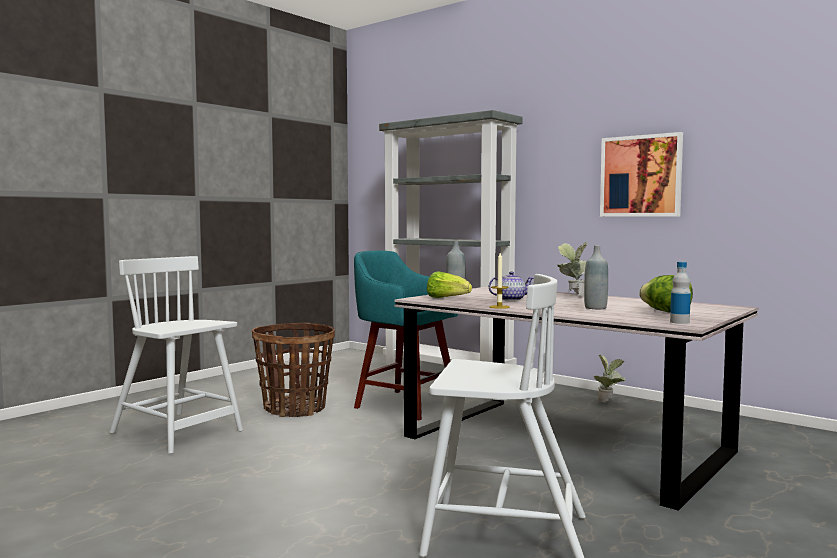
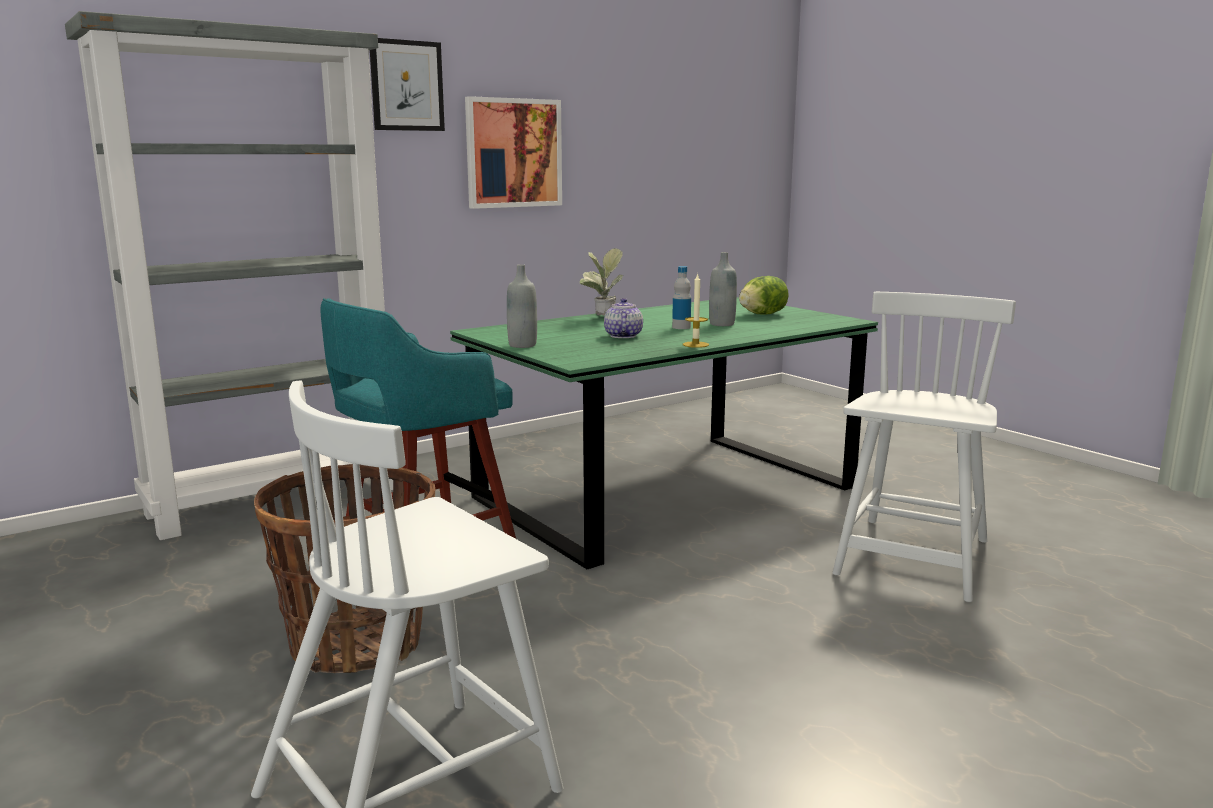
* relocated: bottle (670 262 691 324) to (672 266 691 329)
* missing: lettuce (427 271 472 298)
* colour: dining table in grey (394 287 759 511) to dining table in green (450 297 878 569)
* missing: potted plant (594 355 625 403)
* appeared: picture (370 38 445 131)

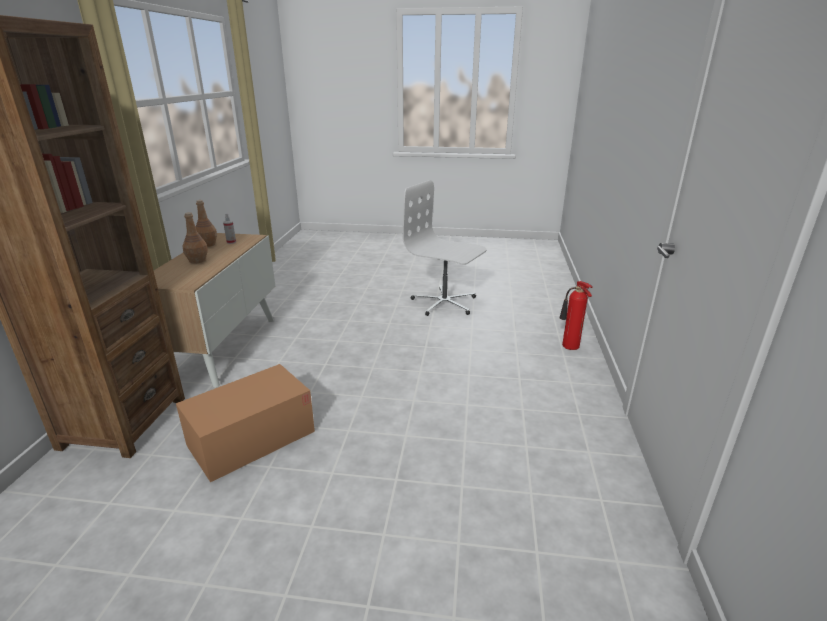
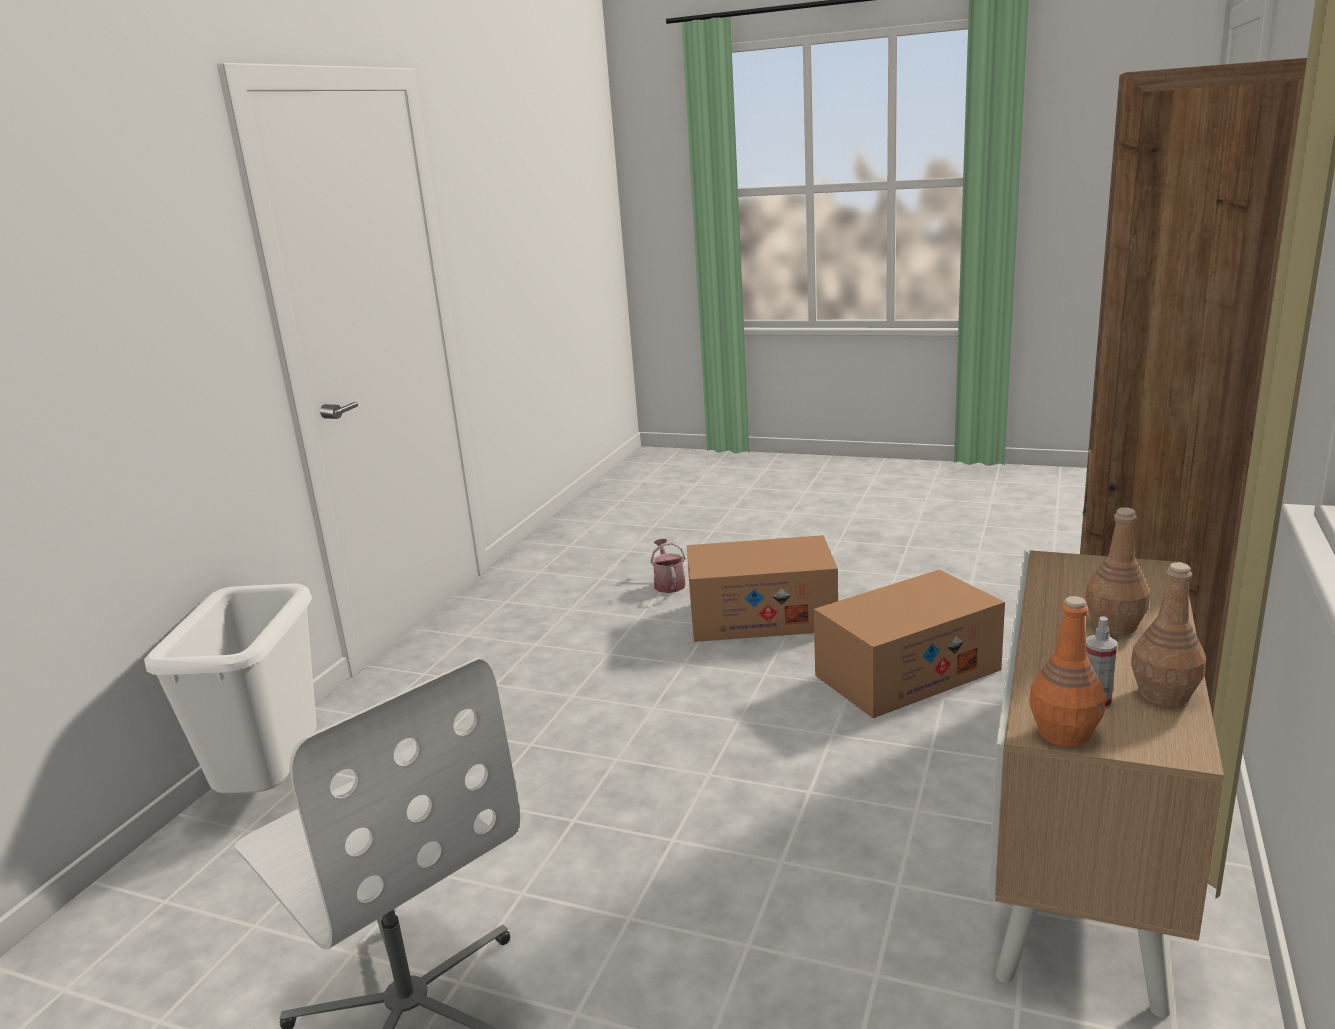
* exchanged: fire extinguisher (560 281 593 350) to trash can in white (144 584 317 794)
* appeared: cardboard box (687 535 838 642)
* appeared: watering can (651 539 686 593)
* appeared: bottle in orange (1030 596 1105 747)

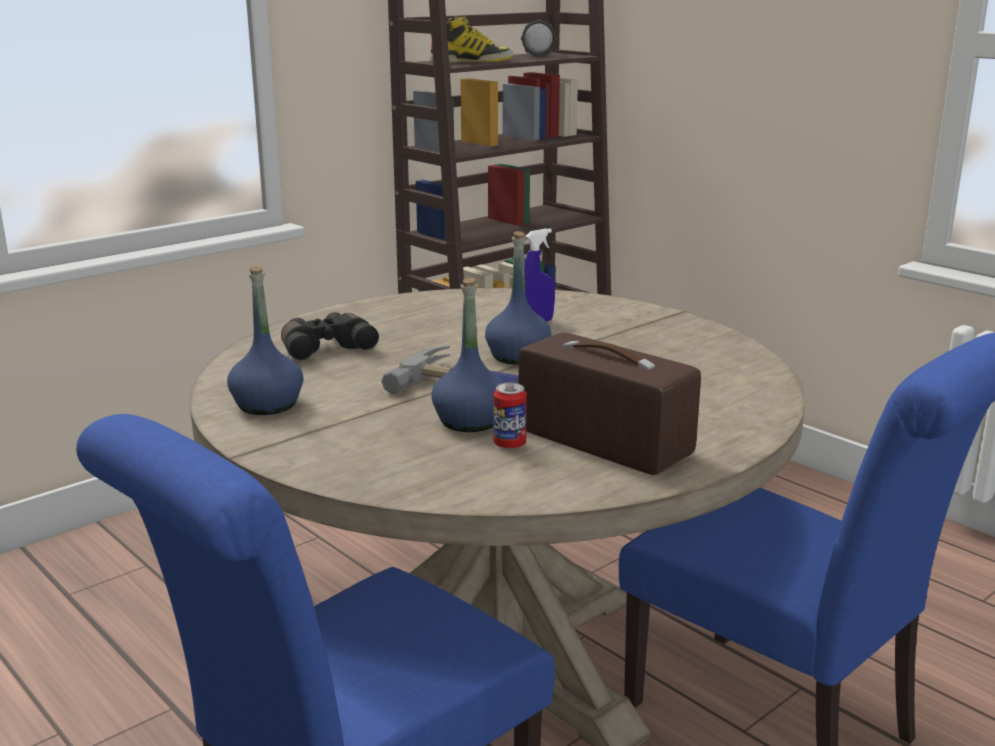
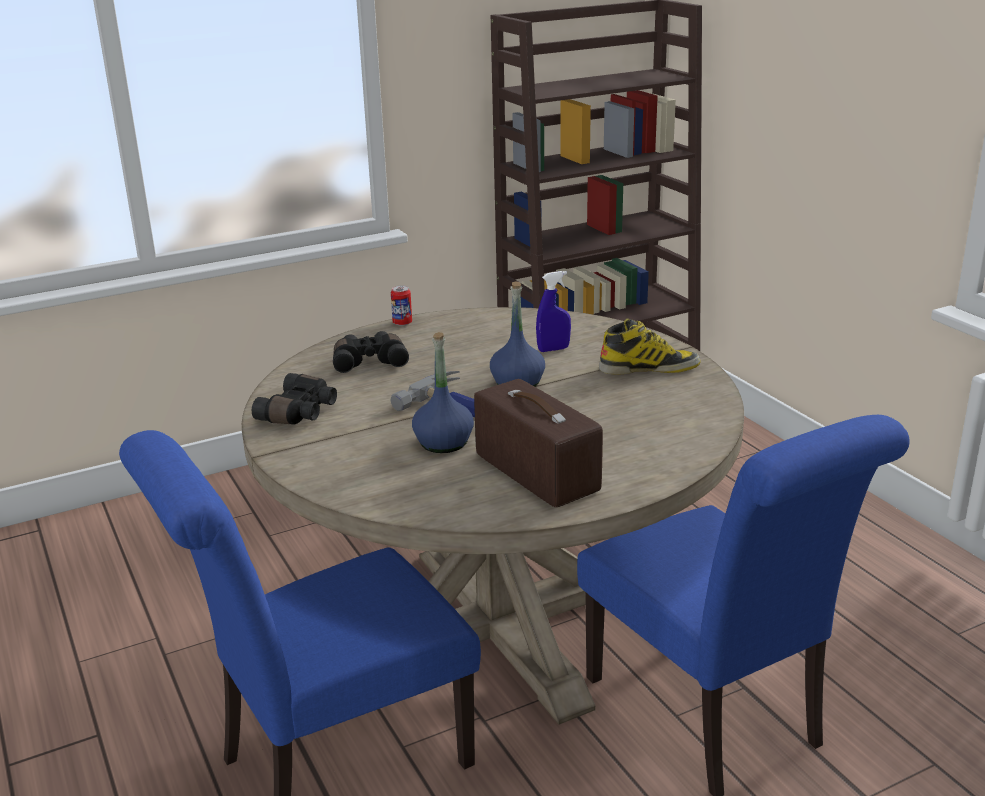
* relocated: boot (430 16 514 63) to (599 319 700 375)
* missing: flashlight (521 19 557 57)
* exchanged: bottle in blue (227 266 304 415) to binoculars in black (252 373 337 424)
* relocated: can (493 383 527 450) to (391 285 412 326)

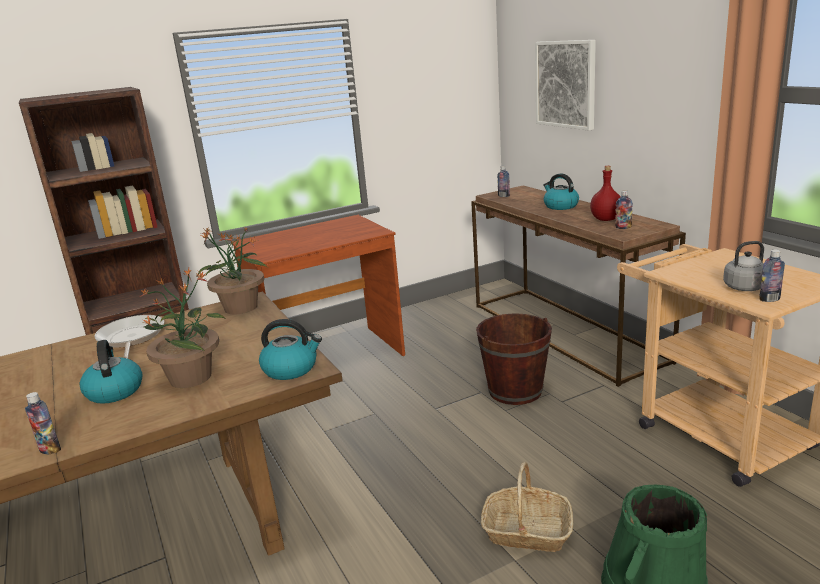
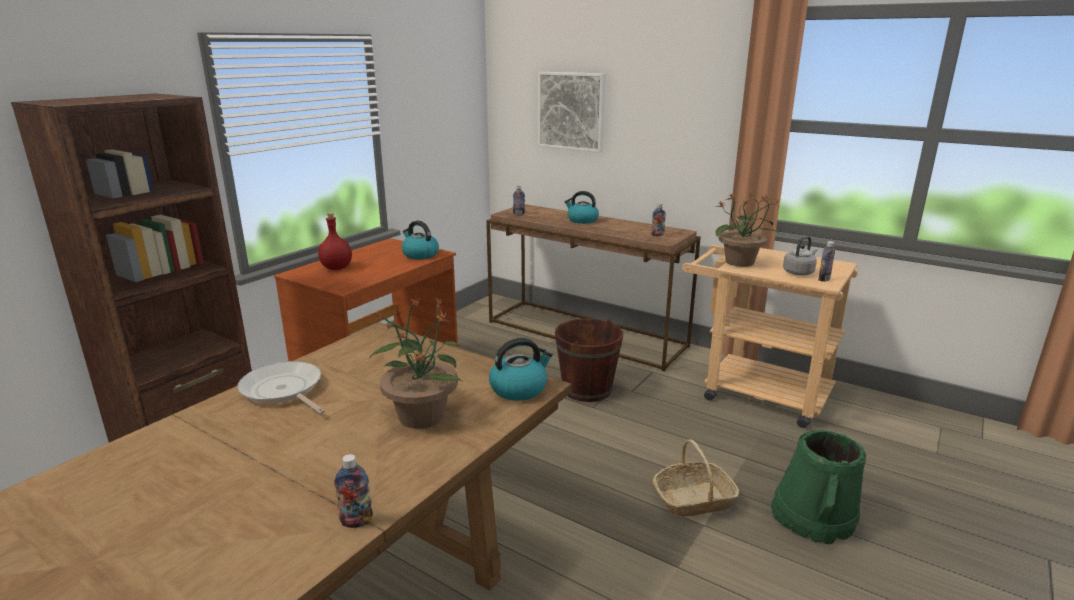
* relocated: bottle in red (590 166 620 221) to (318 213 352 270)
* relocated: potted plant (198 227 267 314) to (716 193 780 267)
* relocated: kettle (80 340 143 404) to (402 221 439 260)

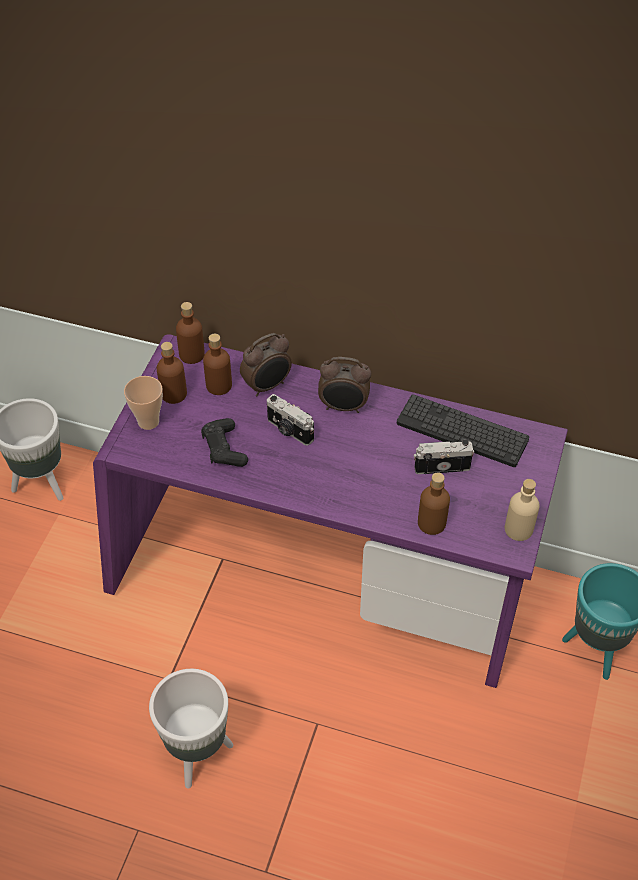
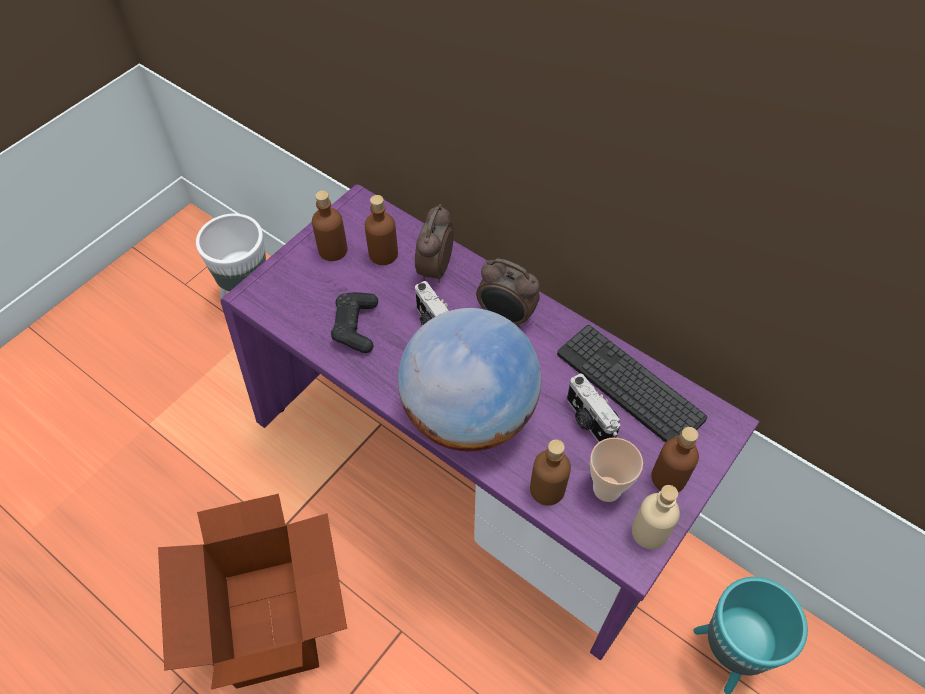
* relocated: bottle in brown (176 302 205 364) to (651 427 699 492)
* spun: alarm clock (240 333 292 396) = (415 204 454 282) 120 degrees clockwise
* relocated: cup (124 376 163 430) to (590 438 643 502)
* spun: photo camera (414 439 475 474) = (567 374 620 443) 135 degrees counterclockwise
* exchanged: planter in white (149 669 233 789) to cardboard box (158 494 347 690)
* appeared: globe (398 308 541 452)

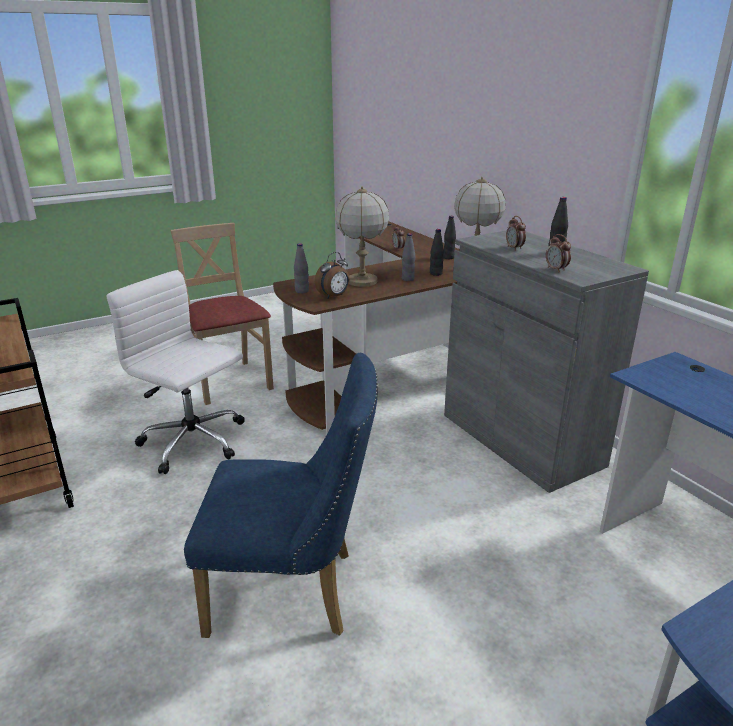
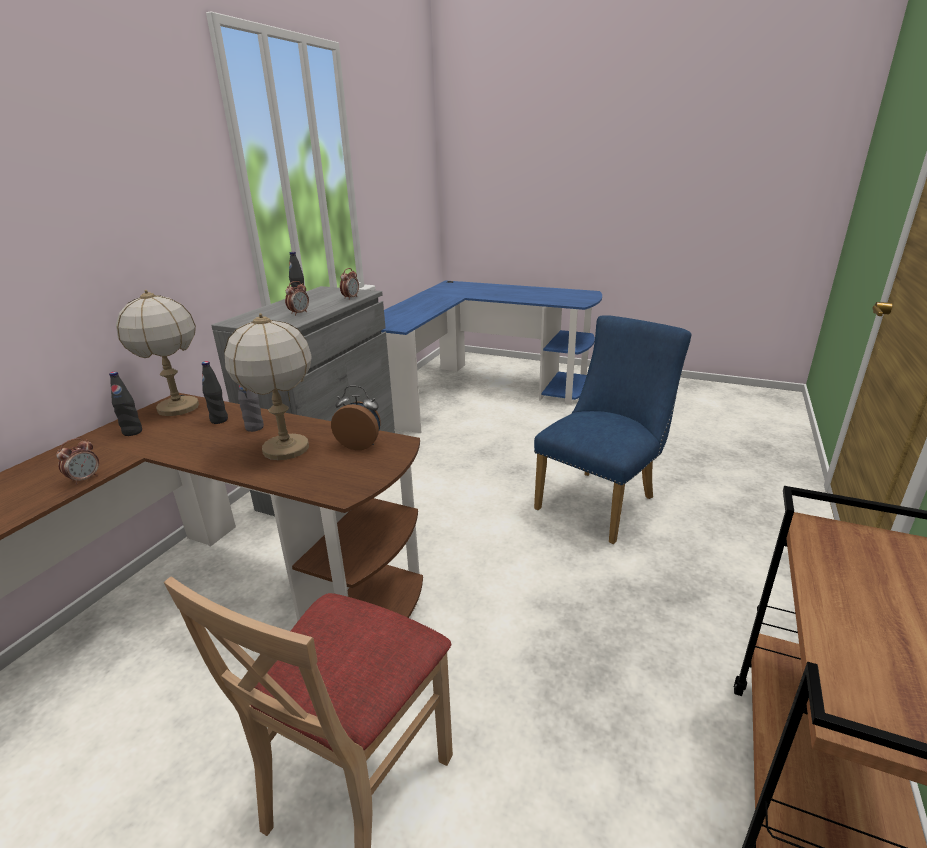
* missing: bottle in grey (294 243 309 293)
* missing: office chair in white (106 270 245 474)
* spun: chair in blue (184 353 378 638) = (534 315 692 544) 75 degrees clockwise

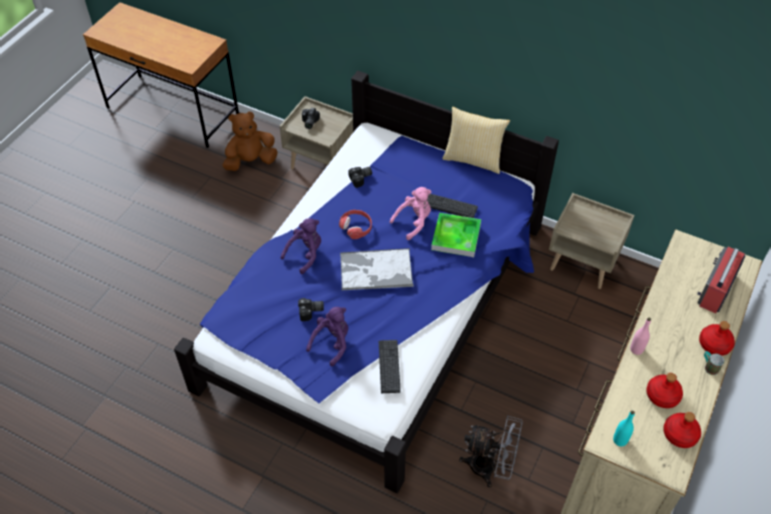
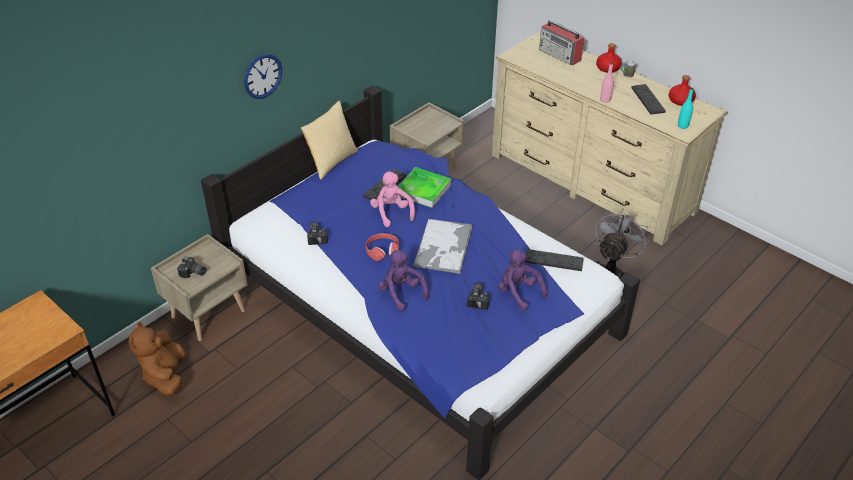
* exchanged: bottle in red (646 373 683 408) to keyboard (631 84 666 114)
* appeared: wall clock (244 54 282 99)

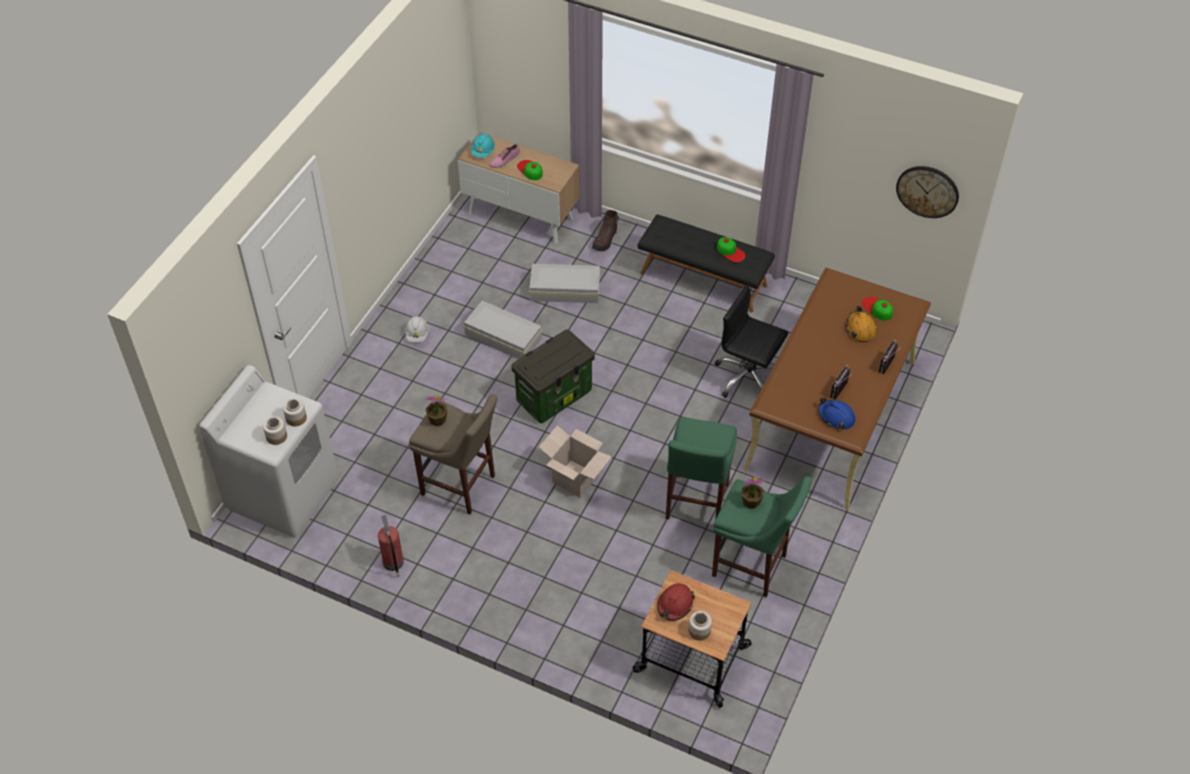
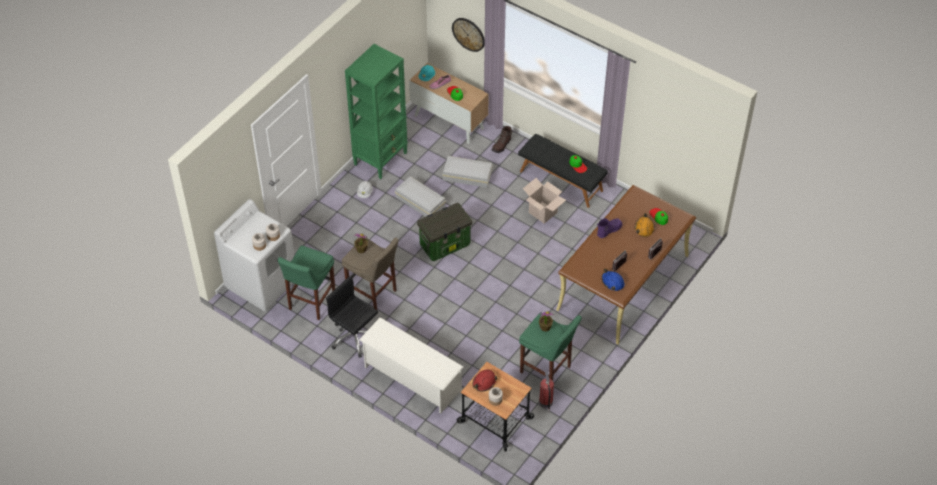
* relocated: wall clock (896 166 959 218) to (452 18 485 52)
* relocated: office chair in black (715 284 788 398) to (326 276 378 358)
* relocated: stool in green (666 417 737 520) to (278 246 335 320)
* relocated: cardboard box (539 425 612 498) to (523 178 566 224)
* relocated: fire extinguisher (378 515 404 577) to (539 371 554 412)
* appeared: bookcase in green (345 44 408 179)
* appeared: boot in purple (597 218 623 238)
* appeared: shoe rack in white (359 317 463 414)

